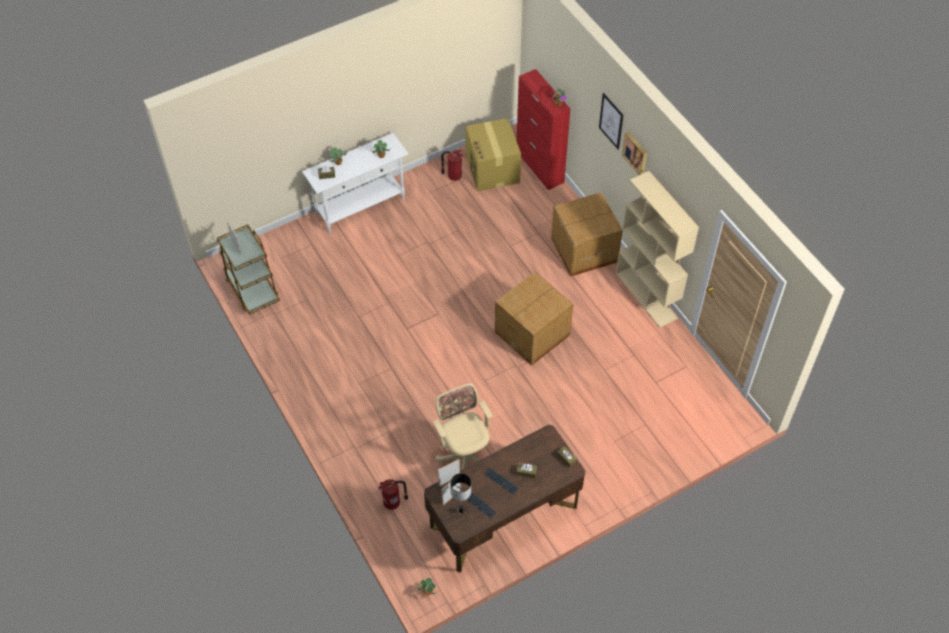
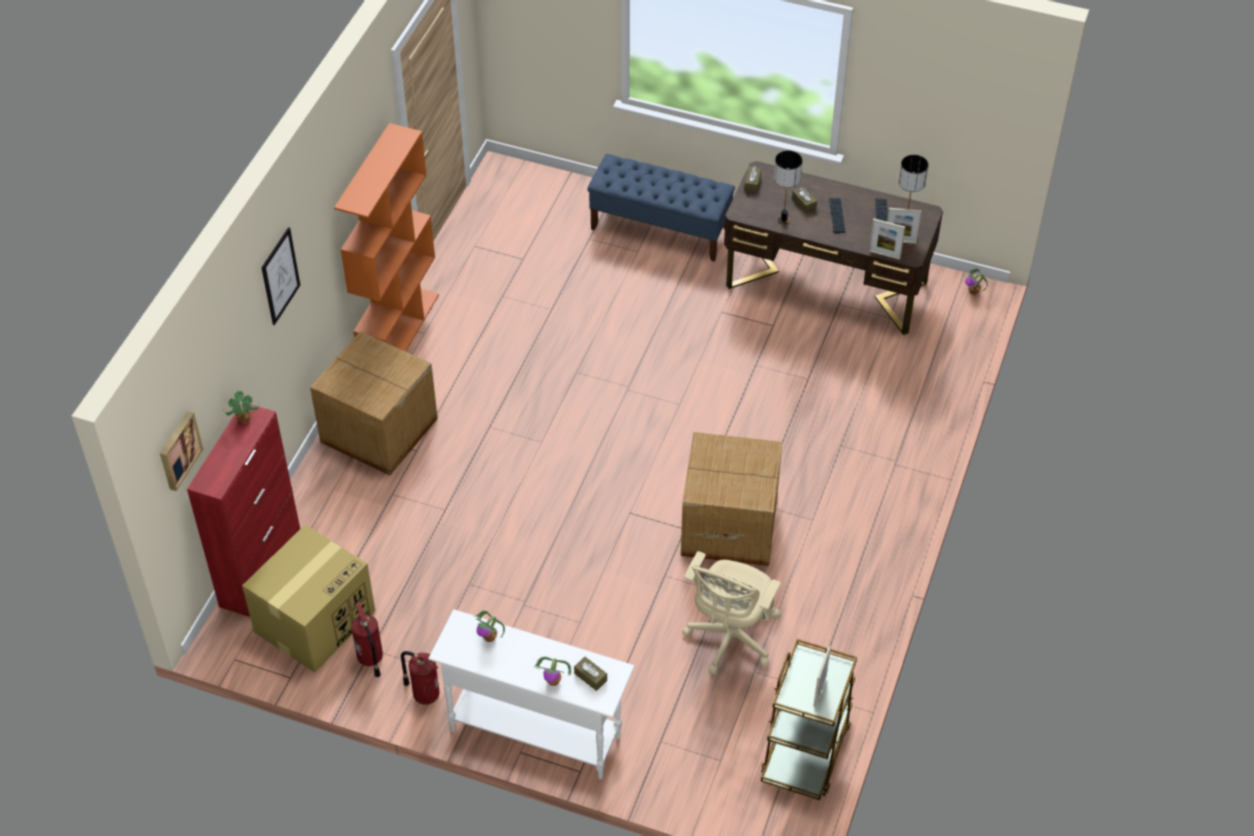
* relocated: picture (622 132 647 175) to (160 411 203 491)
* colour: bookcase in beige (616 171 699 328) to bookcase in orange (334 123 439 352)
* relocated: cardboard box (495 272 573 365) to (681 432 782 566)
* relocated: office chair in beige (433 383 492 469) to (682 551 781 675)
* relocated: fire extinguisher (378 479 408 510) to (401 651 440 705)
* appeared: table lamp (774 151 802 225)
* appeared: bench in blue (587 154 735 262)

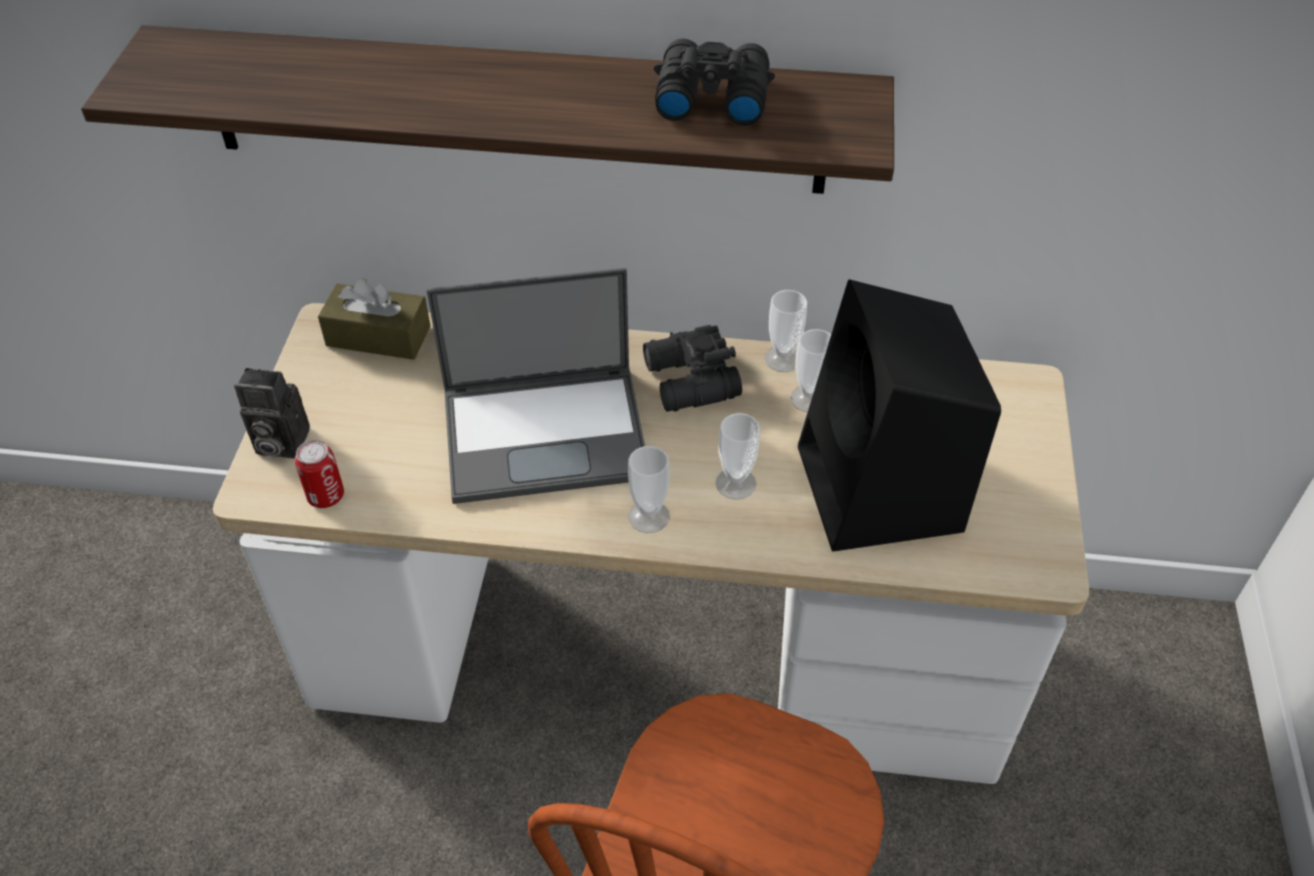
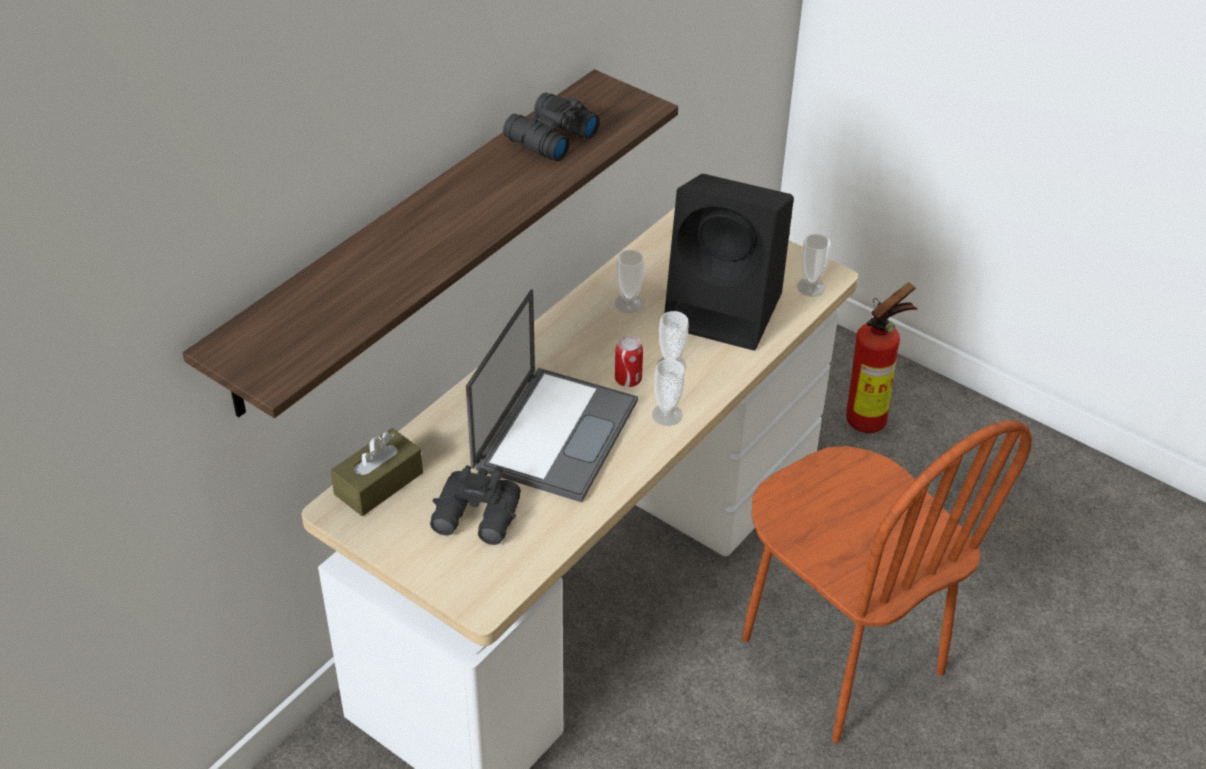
* relocated: cup (765 290 807 372) to (797 234 831 297)
* relocated: binoculars in black (643 325 742 412) to (430 465 521 545)
* missing: photo camera (234 368 310 458)
* relocated: can (295 440 344 508) to (615 335 643 387)
* appeared: fire extinguisher (846 282 918 433)

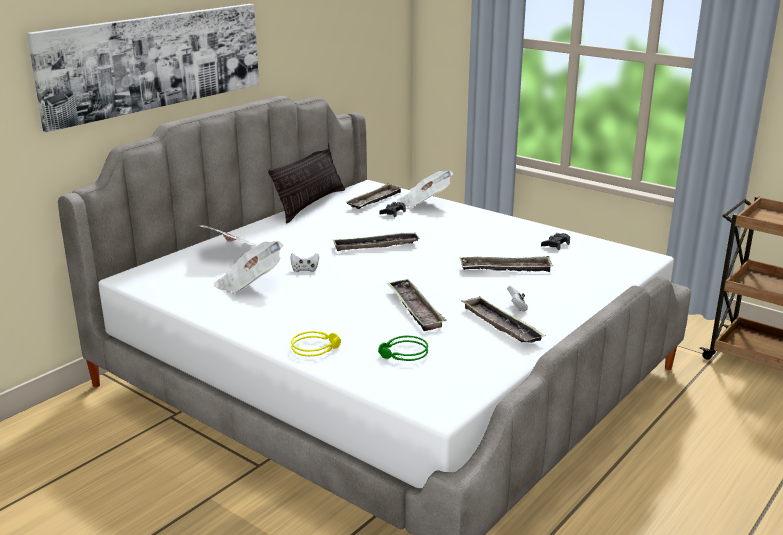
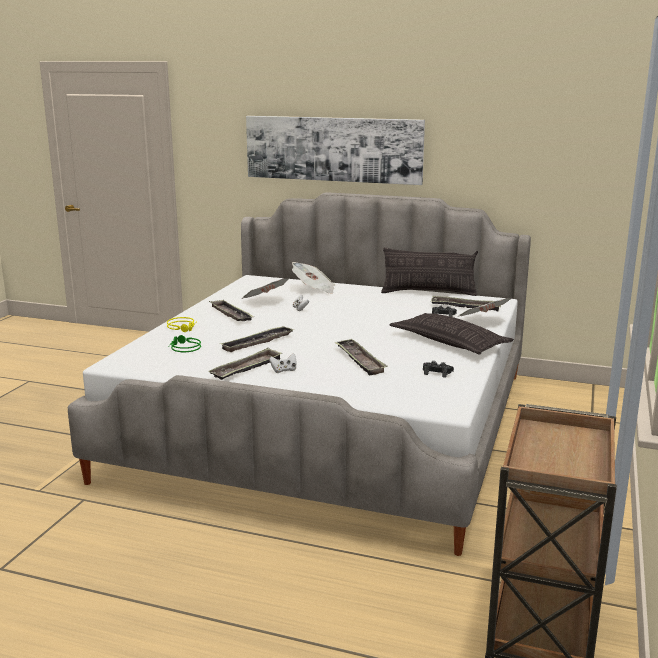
* relocated: tray (332 232 420 251) to (209 300 253 321)
* appeared: pillow (390 313 514 355)

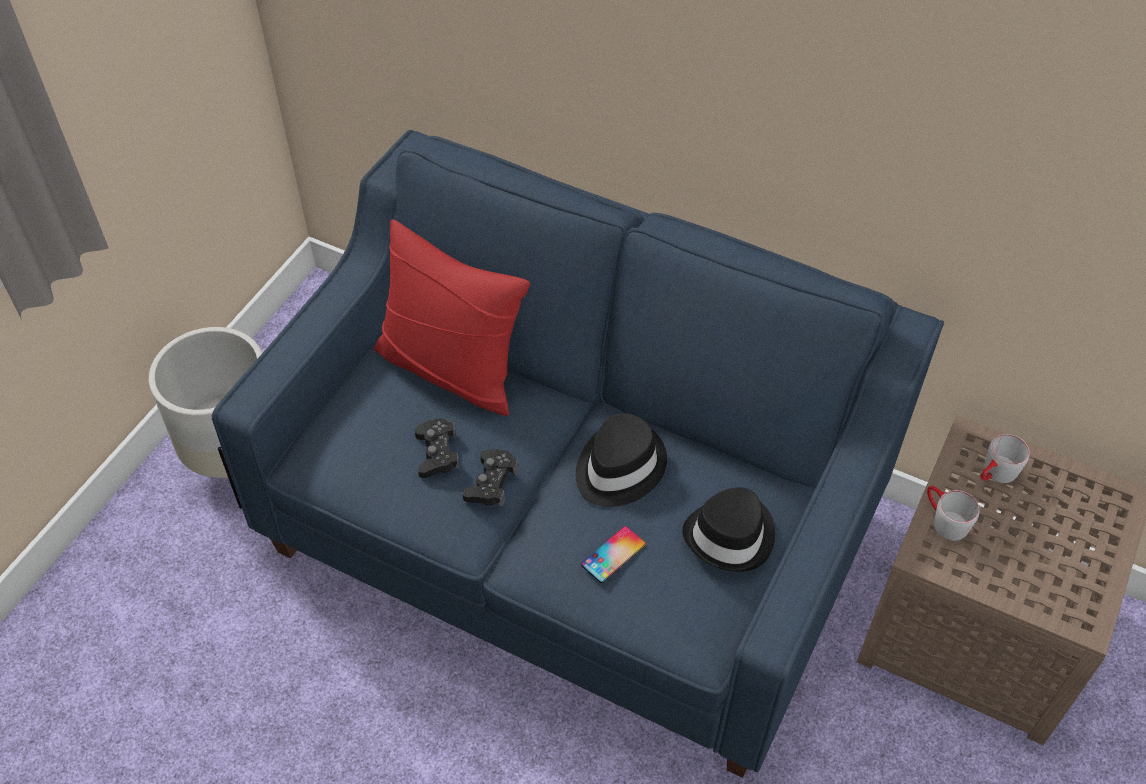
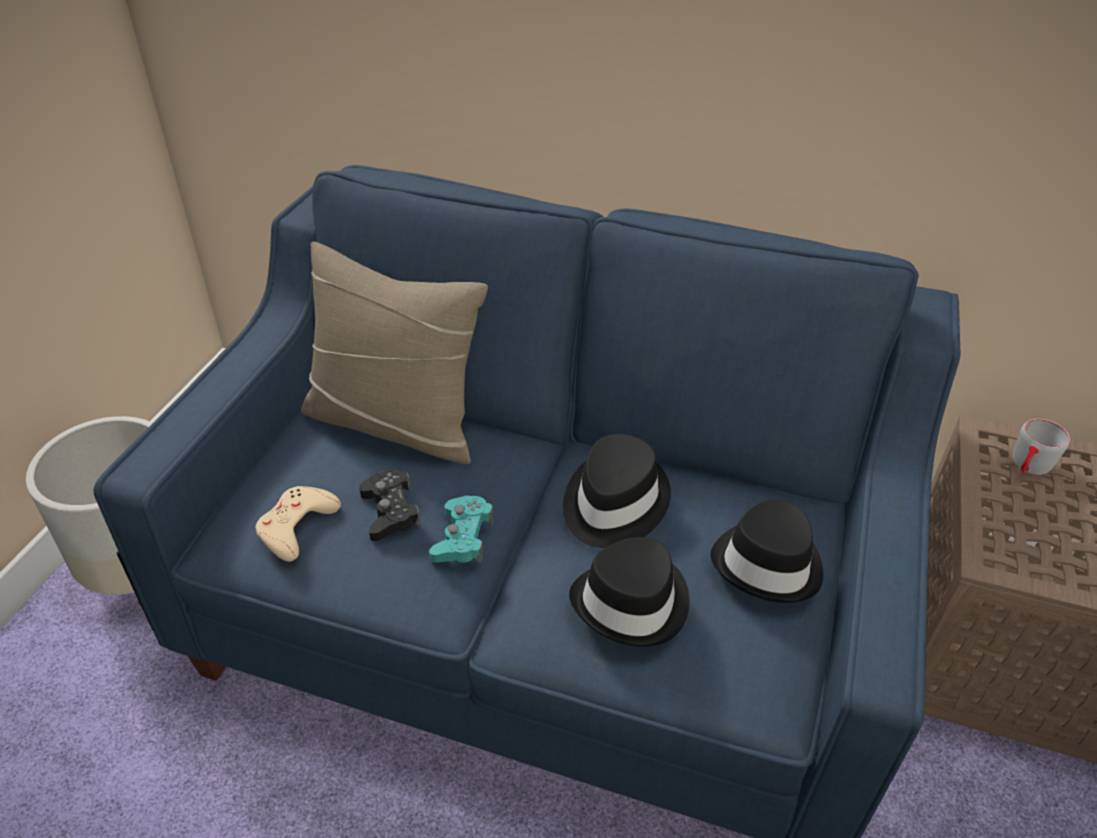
* colour: pillow in red (374 219 530 416) to pillow in beige (301 242 488 464)
* colour: game controller in black (462 449 519 507) to game controller in turquoise (429 496 494 563)
* missing: mug in grey (927 486 979 541)
* exchanged: phone (581 526 646 583) to hat in black (569 537 690 647)
* appeared: game controller in beige (255 486 341 562)

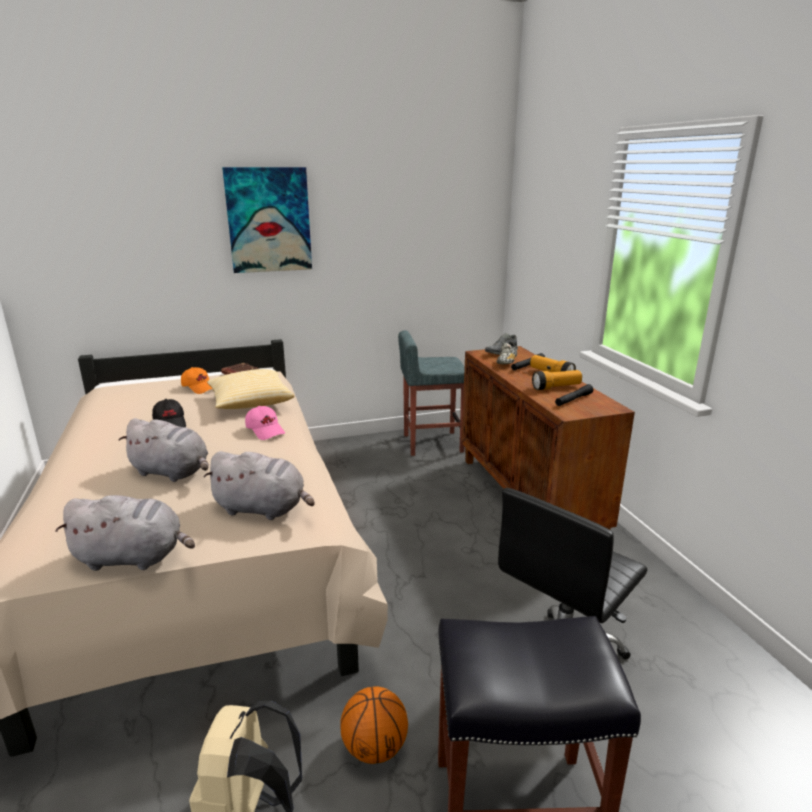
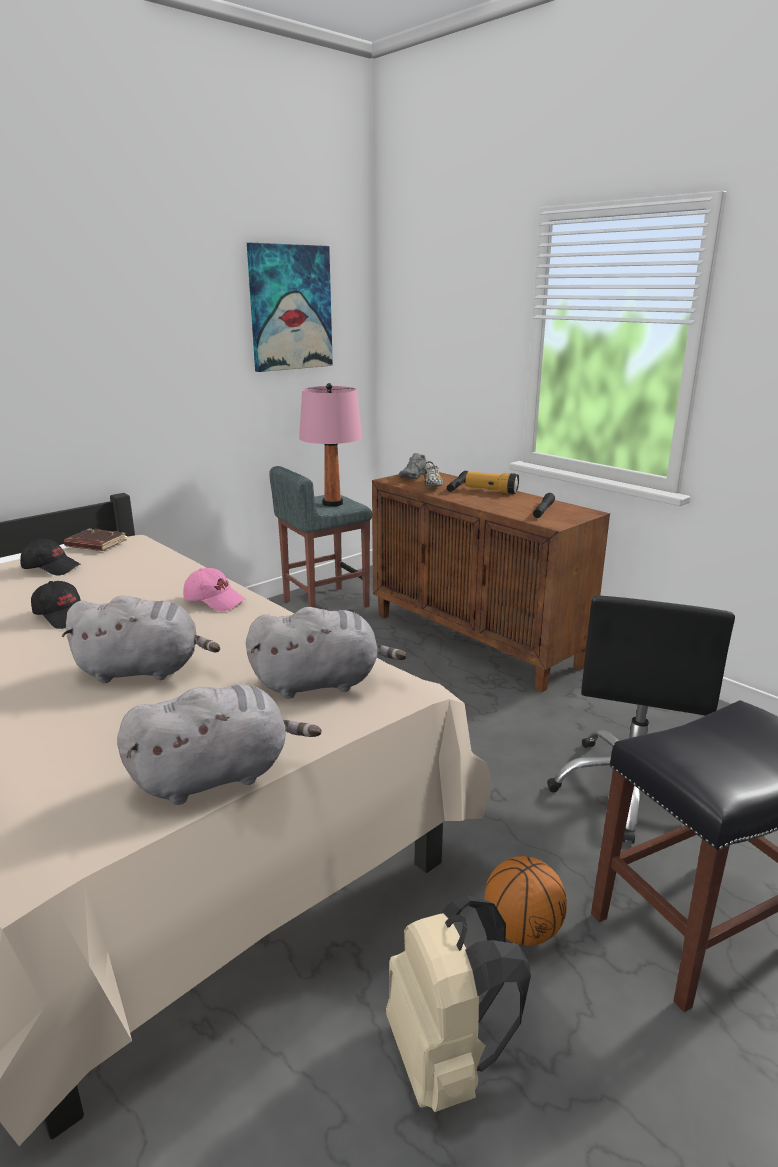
* relocated: picture (222 167 312 273) to (247 243 333 372)
* colour: cap in orange (181 367 212 394) to cap in black (20 539 80 576)
* missing: pillow (207 369 294 409)
* missing: flashlight (532 370 582 390)
* appeared: table lamp in pink (299 383 362 507)

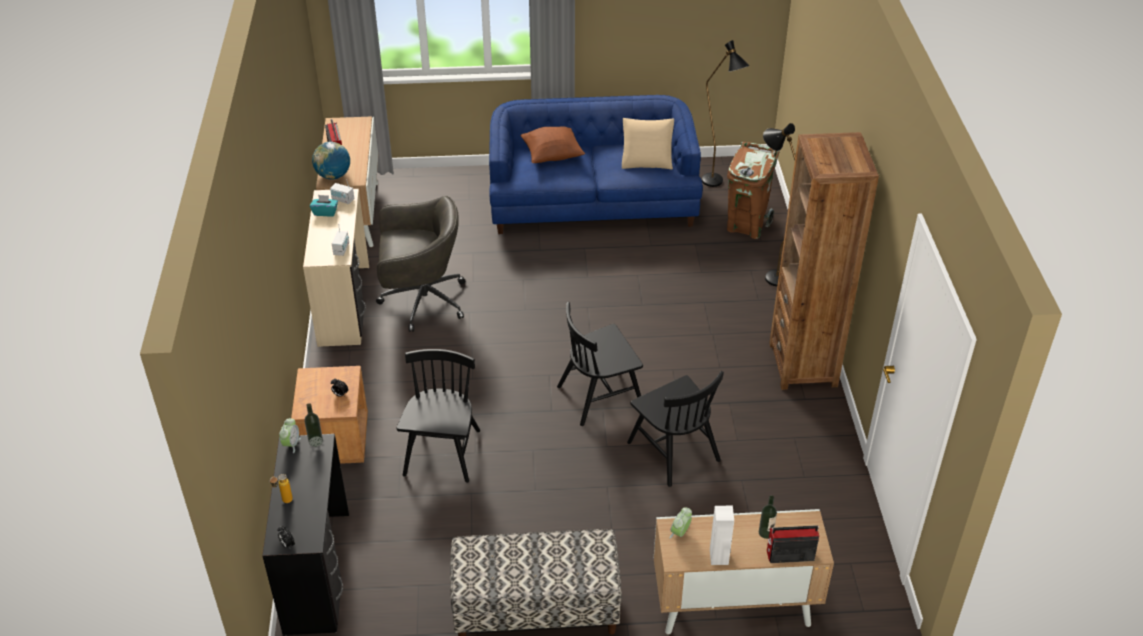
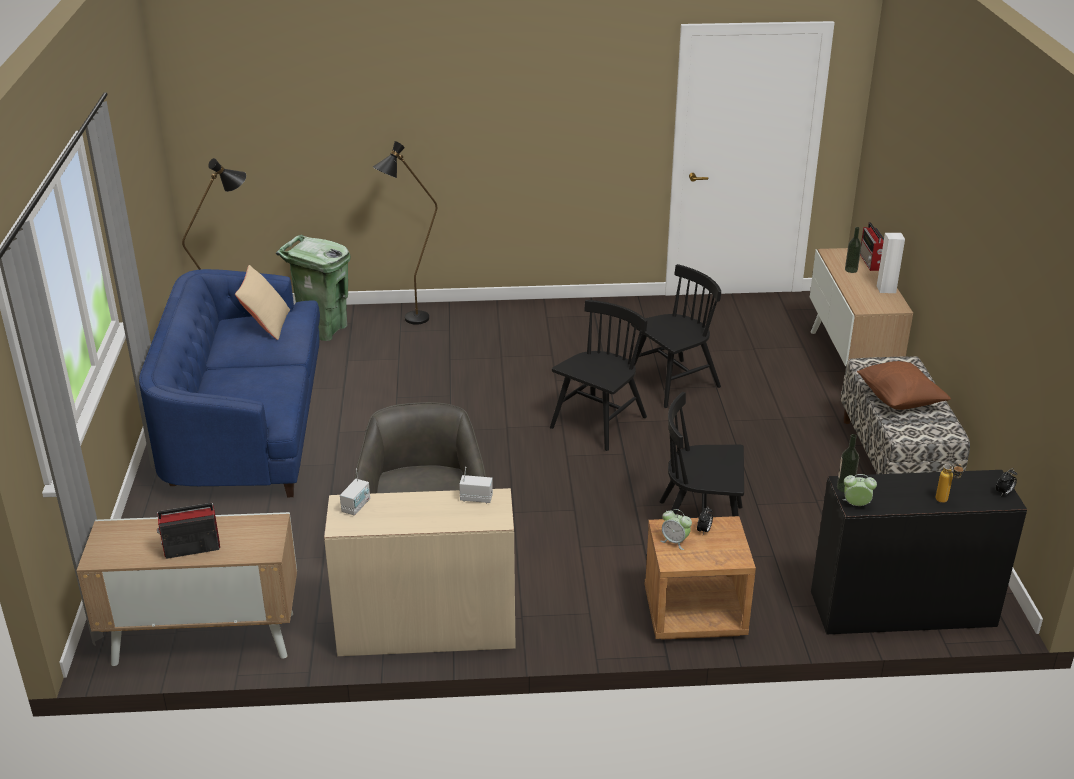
* relocated: pillow in brown (521 127 585 163) to (857 361 951 410)
* missing: bookcase in brown (769 132 879 390)
* missing: globe (312 142 350 180)
* colour: trash can in brown (727 142 780 239) to trash can in green (276 235 351 341)
* missing: tissue box in turquoise (310 195 338 217)
* spun: chair in black (557 302 643 426) = (550 300 647 451) 120 degrees counterclockwise
* relocated: alarm clock (669 507 692 538) to (661 509 692 550)

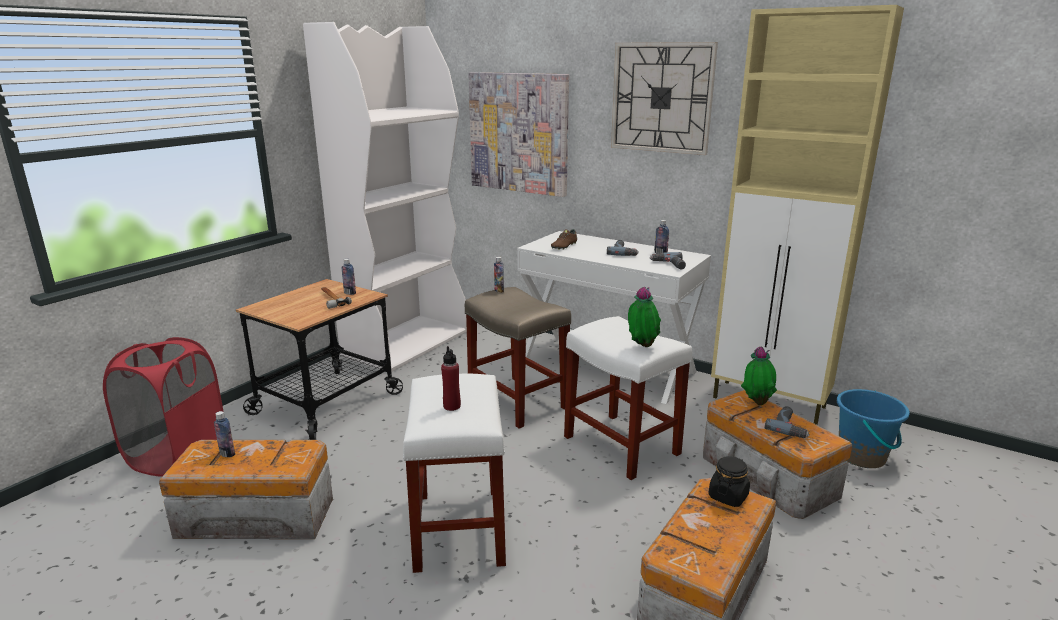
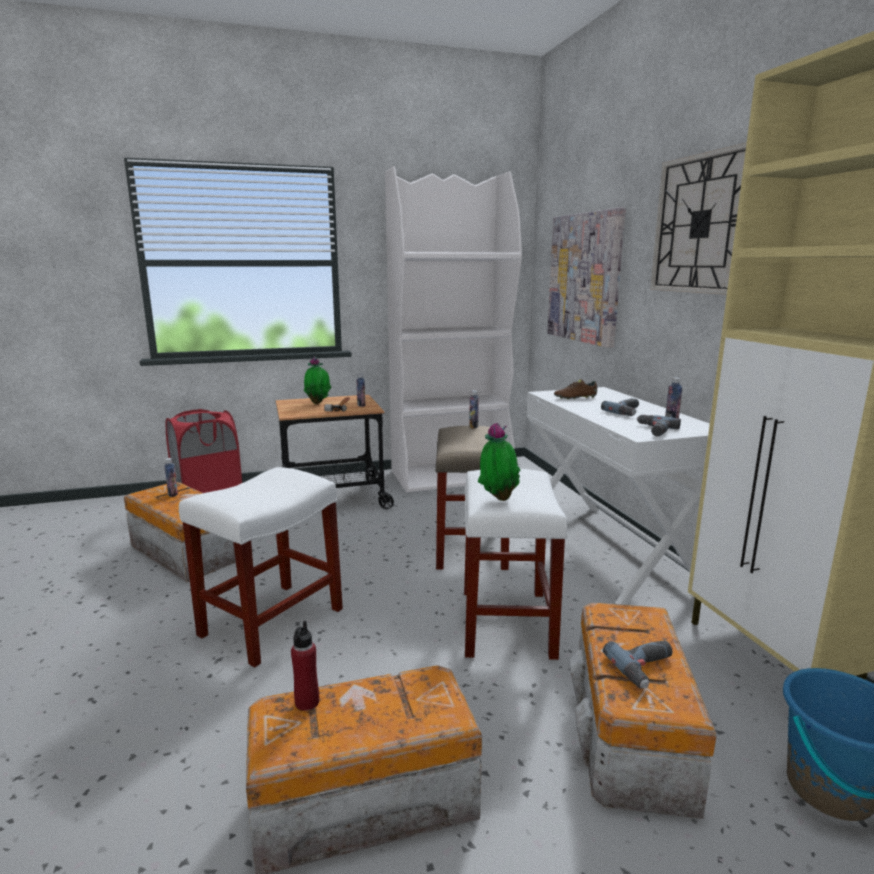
* relocated: bottle in red (441 346 461 411) to (291 621 319 711)
* relocated: potted plant (741 347 777 405) to (304 356 332 404)
* missing: jar in black (708 456 750 507)

